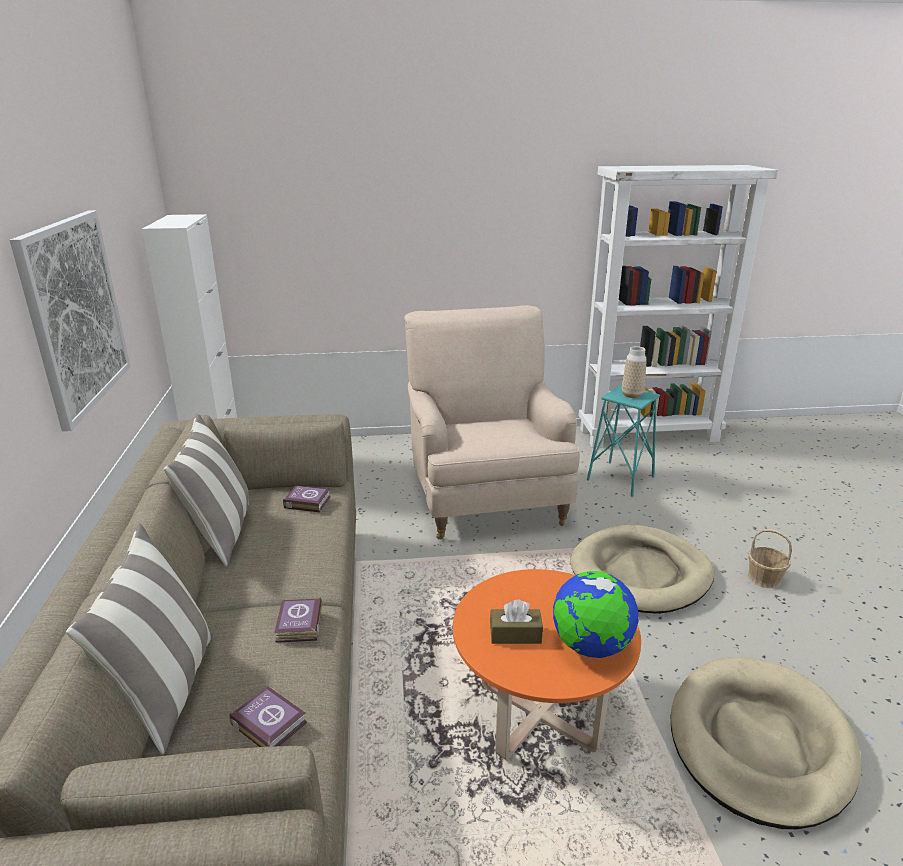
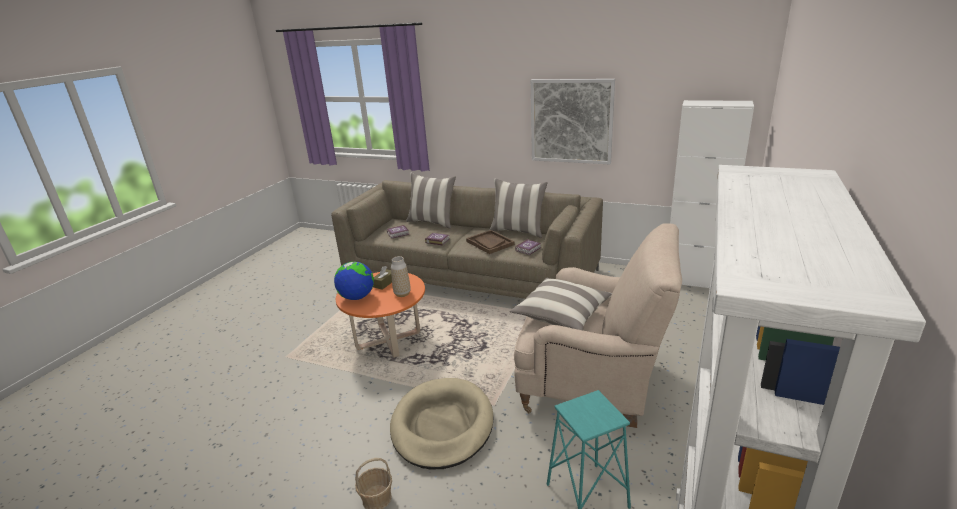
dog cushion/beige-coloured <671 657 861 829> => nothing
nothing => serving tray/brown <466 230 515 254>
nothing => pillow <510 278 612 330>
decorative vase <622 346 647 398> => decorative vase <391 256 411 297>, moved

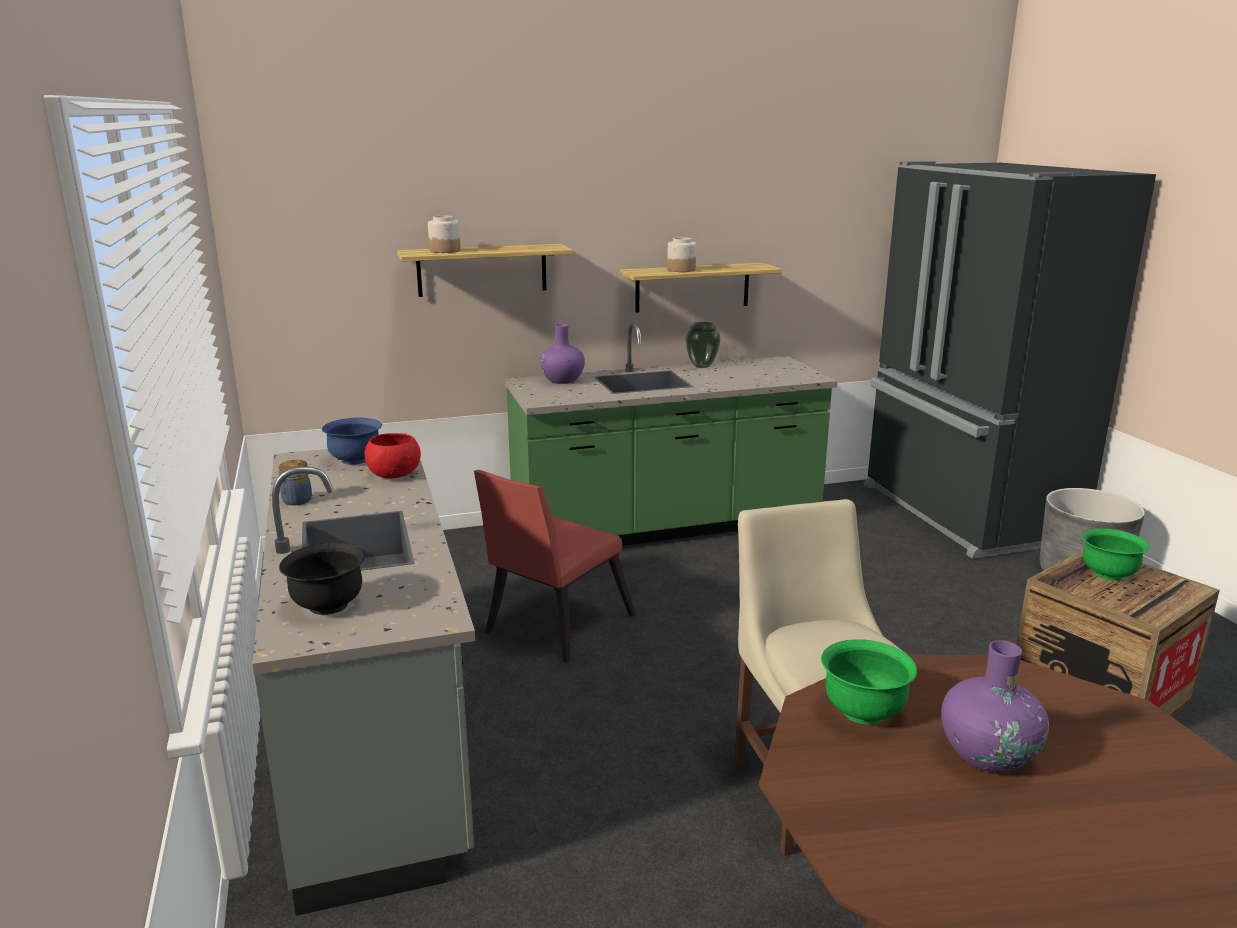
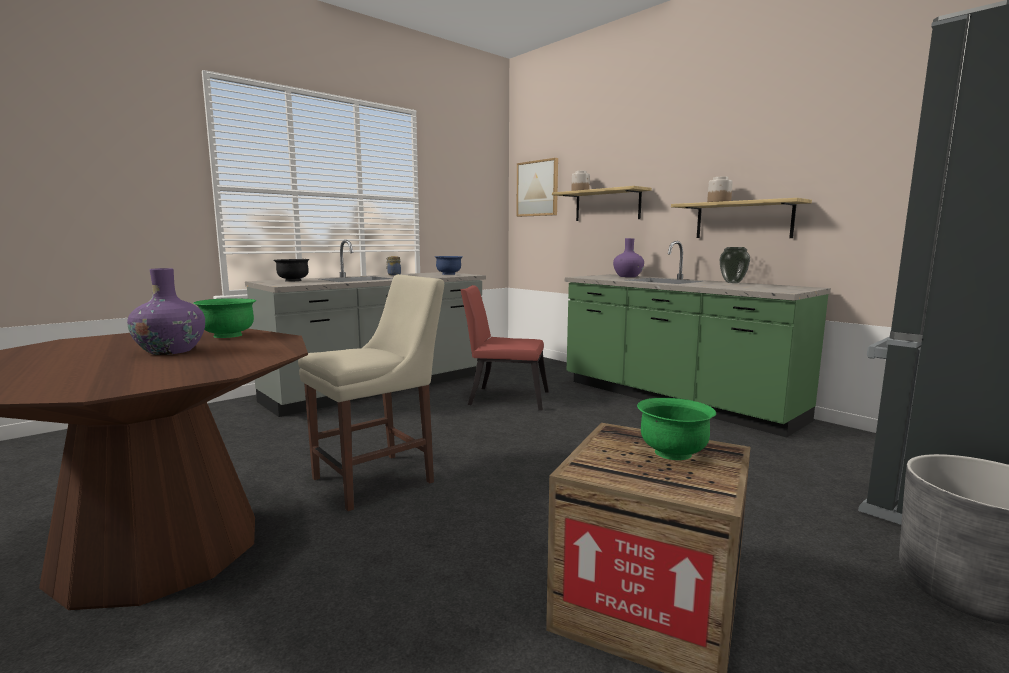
bowl/red <364 433 421 479> => nothing
nothing => wall art <516 158 558 217>

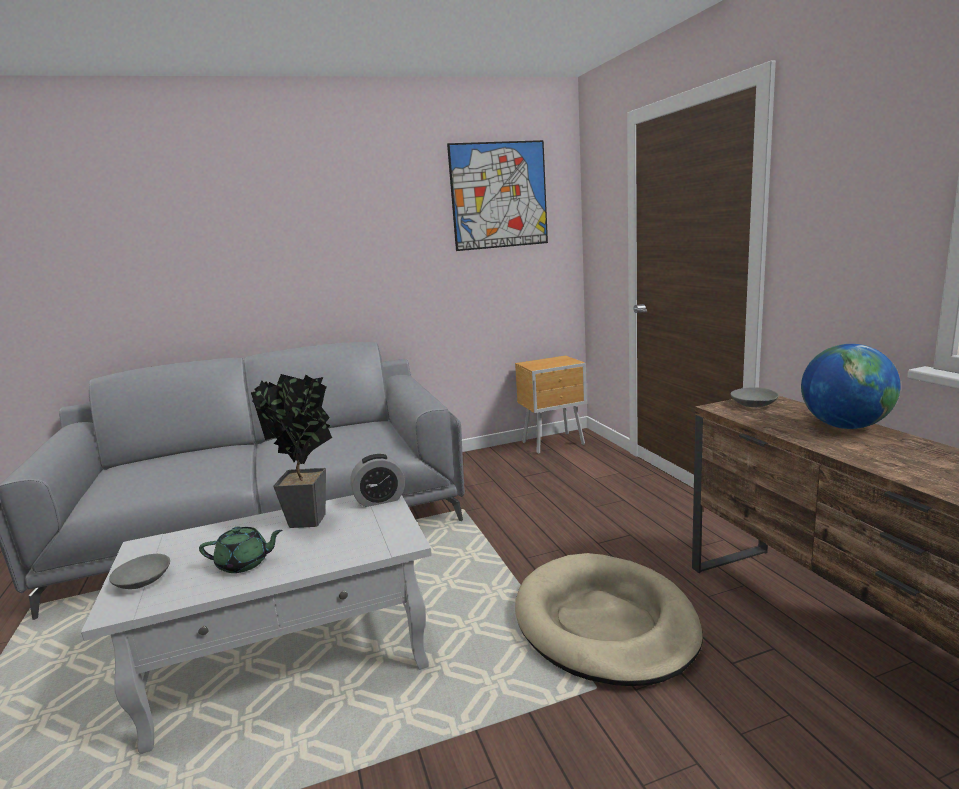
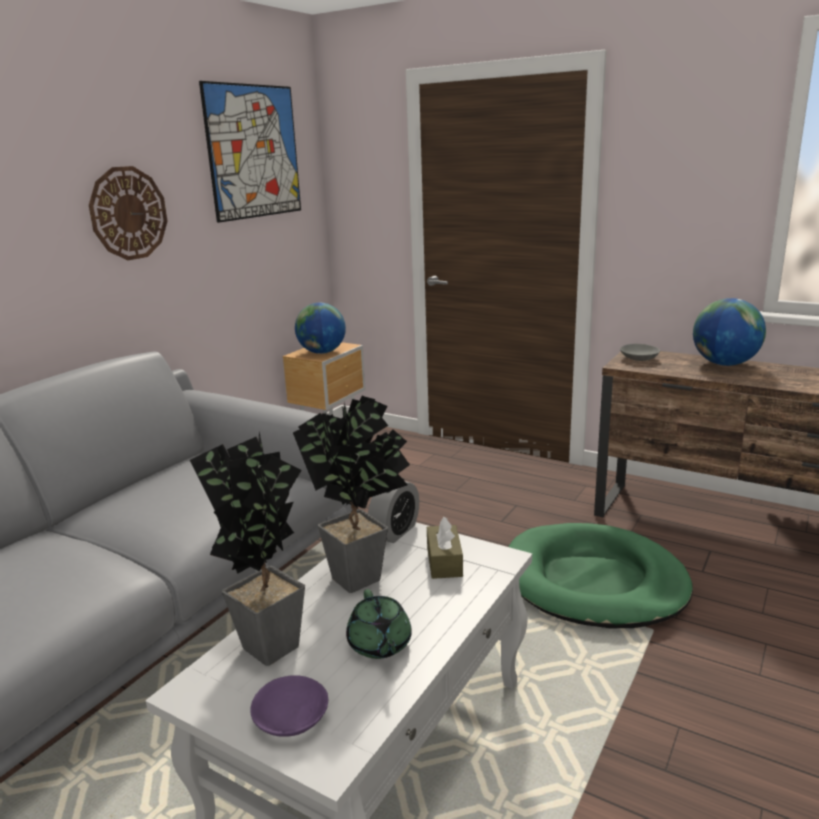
nothing => clock on the wall <89 166 167 260>
nothing => potted plant <190 433 305 666>
nothing => desk globe <295 303 346 354>
nothing => box of tissues/brown <427 517 463 579>
bowl/gray <109 554 170 589> => bowl/purple-coloured <250 675 328 737>
dog cushion/beige-coloured <515 553 703 686> => dog cushion/green <508 523 693 628>
teapot/green <199 526 282 573> => teapot/green <346 589 412 659>, 120 degrees clockwise

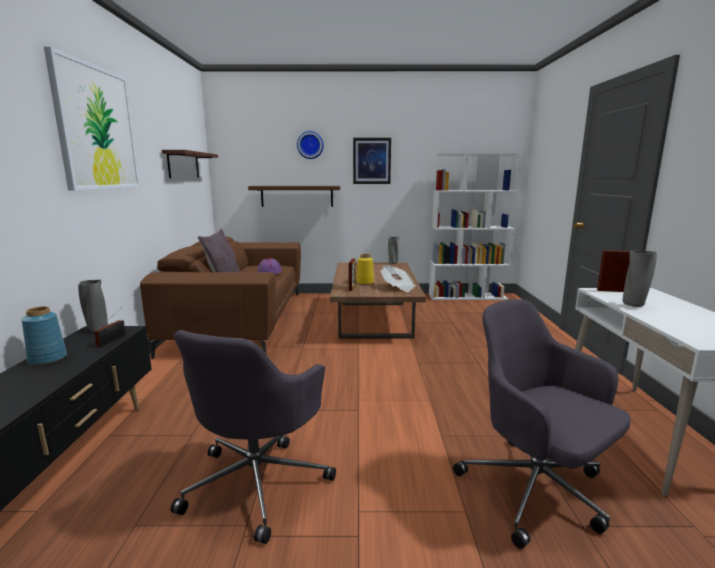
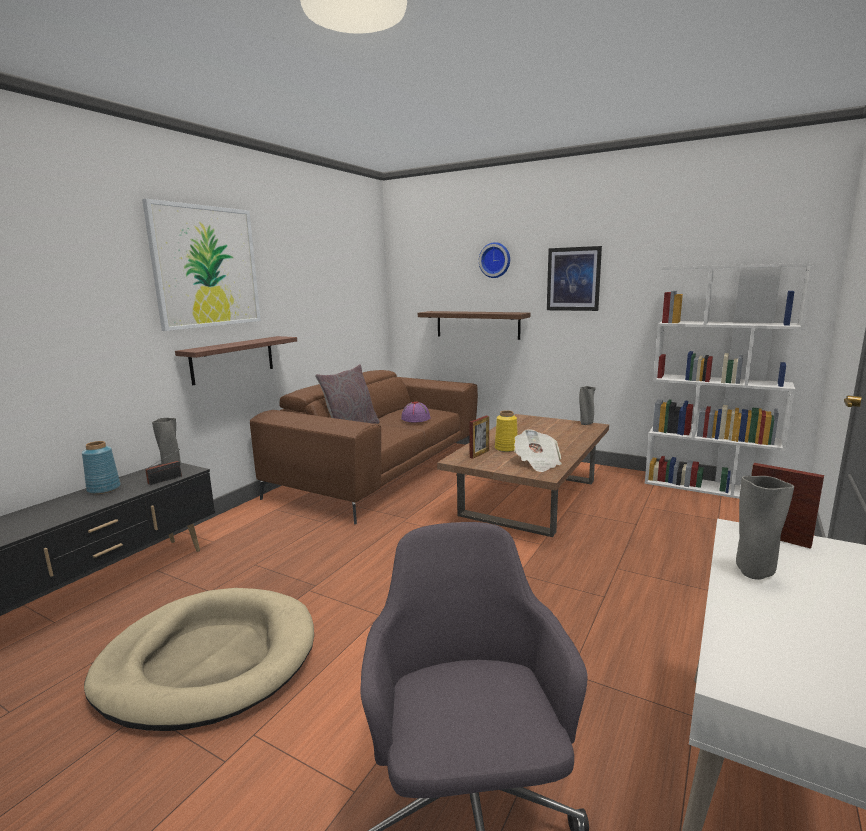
shelf <162 150 218 178> => shelf <175 336 297 385>, moved
office chair/gray <171 330 336 544> => dog cushion/beige-coloured <84 588 314 731>

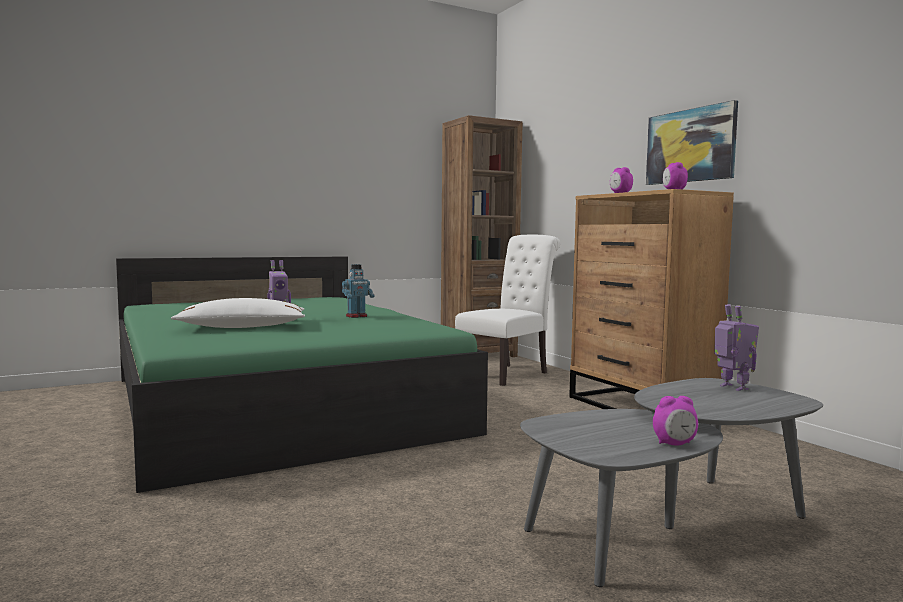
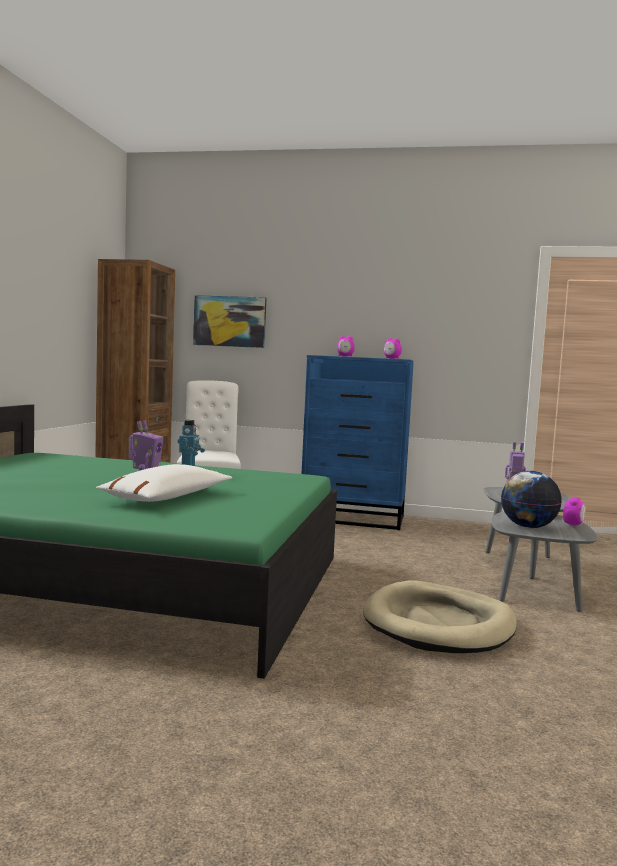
nothing => dog cushion/beige-coloured <363 581 517 653>
nothing => desk globe <501 471 562 528>
wall art <646 100 738 185> => wall art <193 295 266 348>, moved
chest of drawers/brown <569 189 734 409> => chest of drawers/bluish <302 355 413 530>

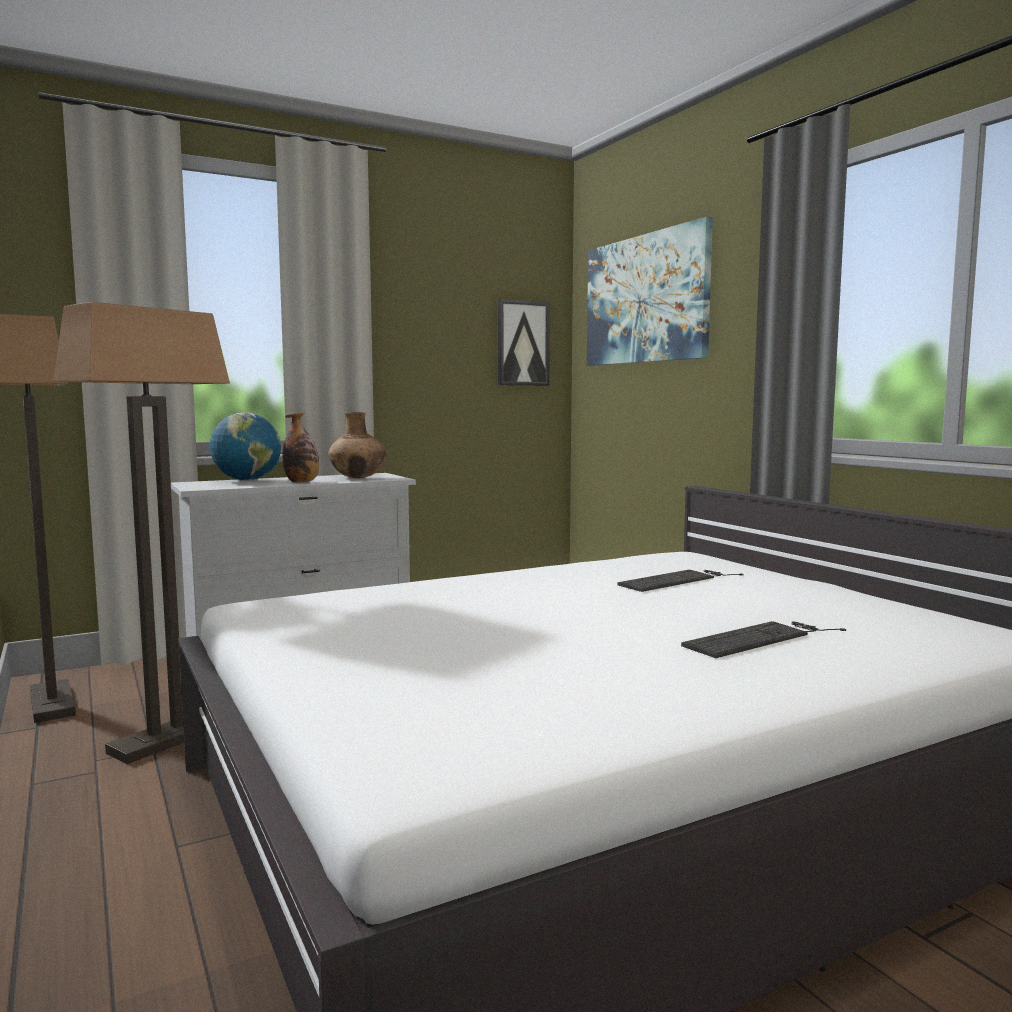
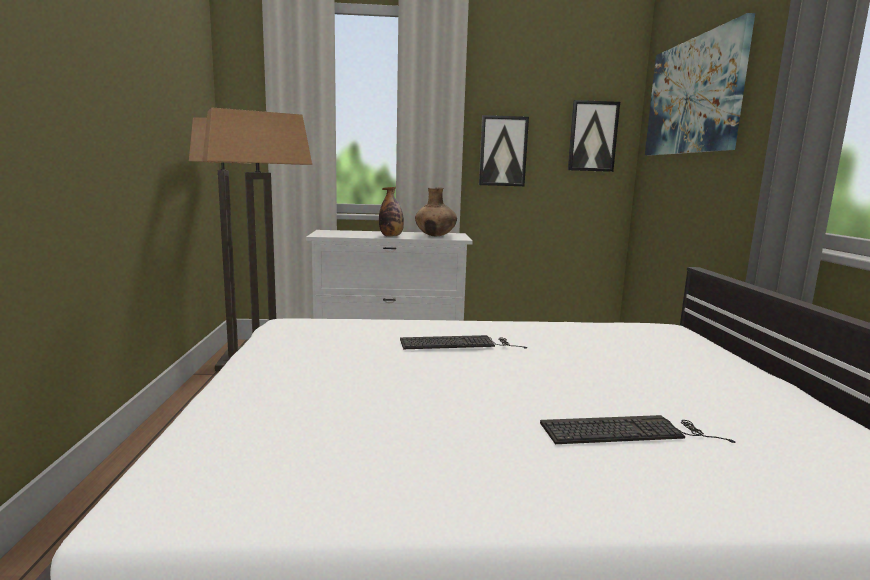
desk globe <210 412 281 481> => nothing
nothing => wall art <479 115 529 186>
computer keyboard <617 570 744 592> => computer keyboard <400 335 527 349>, moved

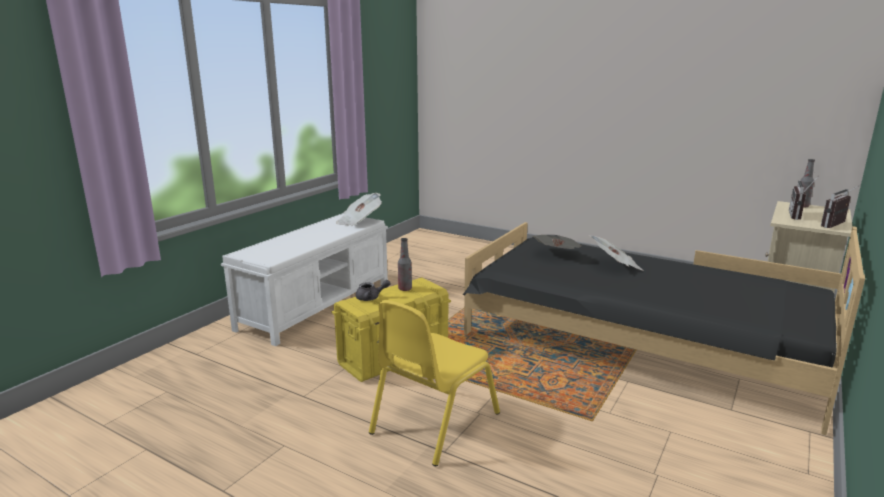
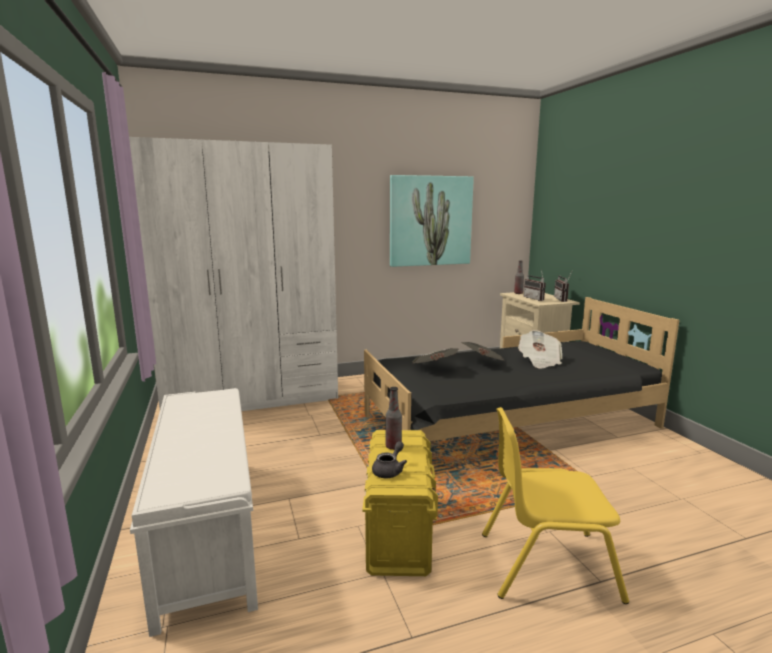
nothing => clothes cupboard/whitish <129 137 338 411>
nothing => wall art <390 175 474 267>
printed paper <336 193 382 226> => printed paper <518 330 562 368>, moved
plain chair/yellow <369 300 500 466> => plain chair/yellow <482 407 629 604>, 105 degrees clockwise

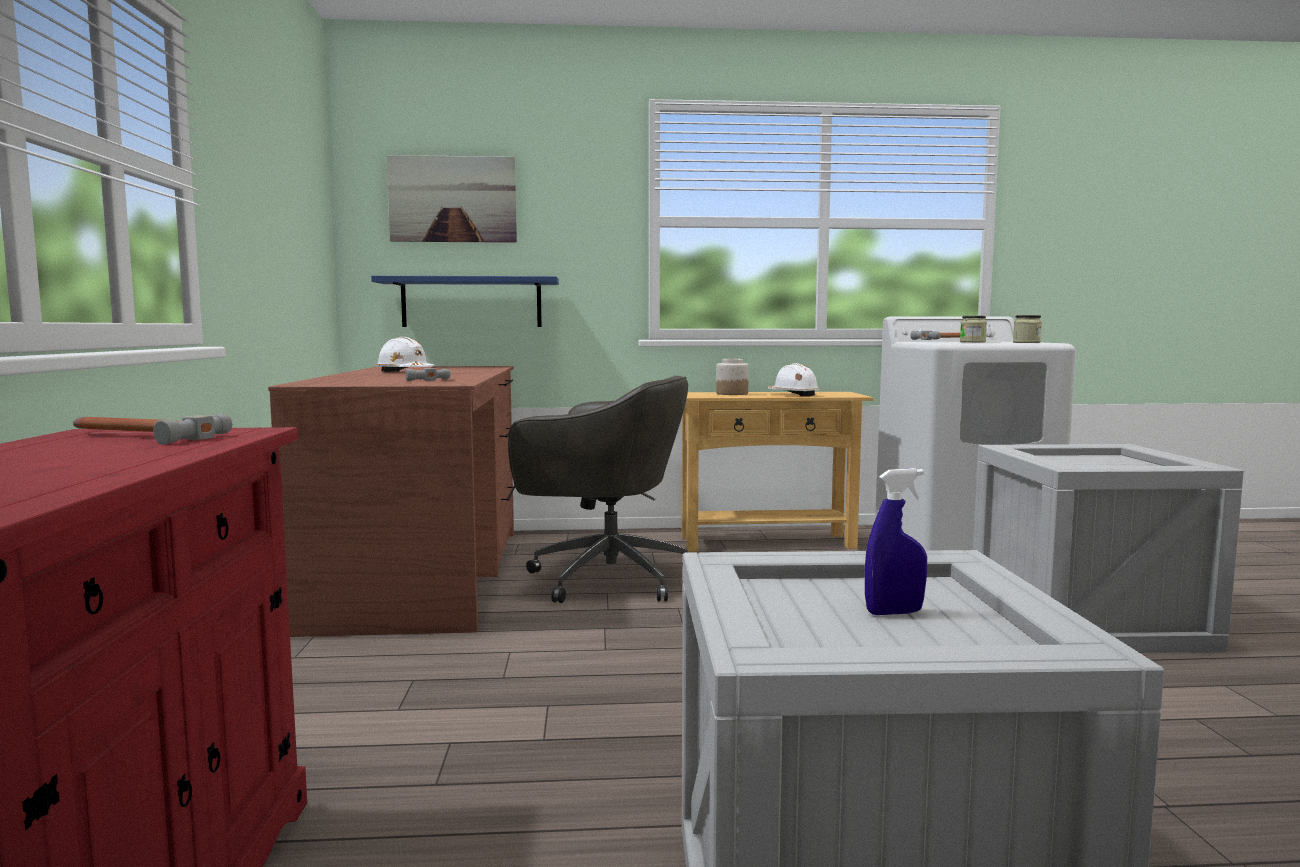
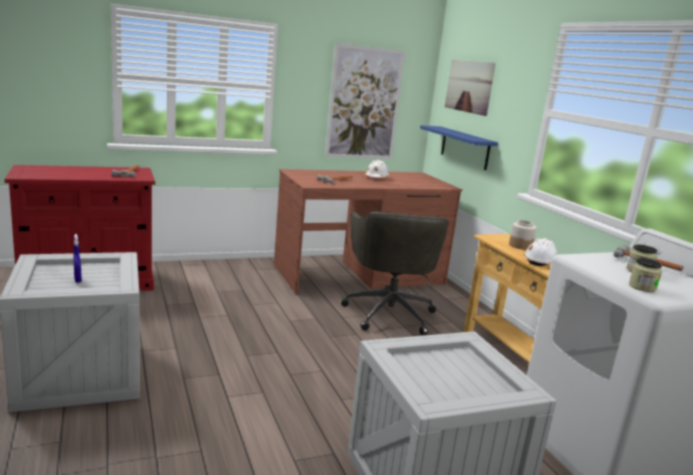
nothing => wall art <325 43 405 159>

